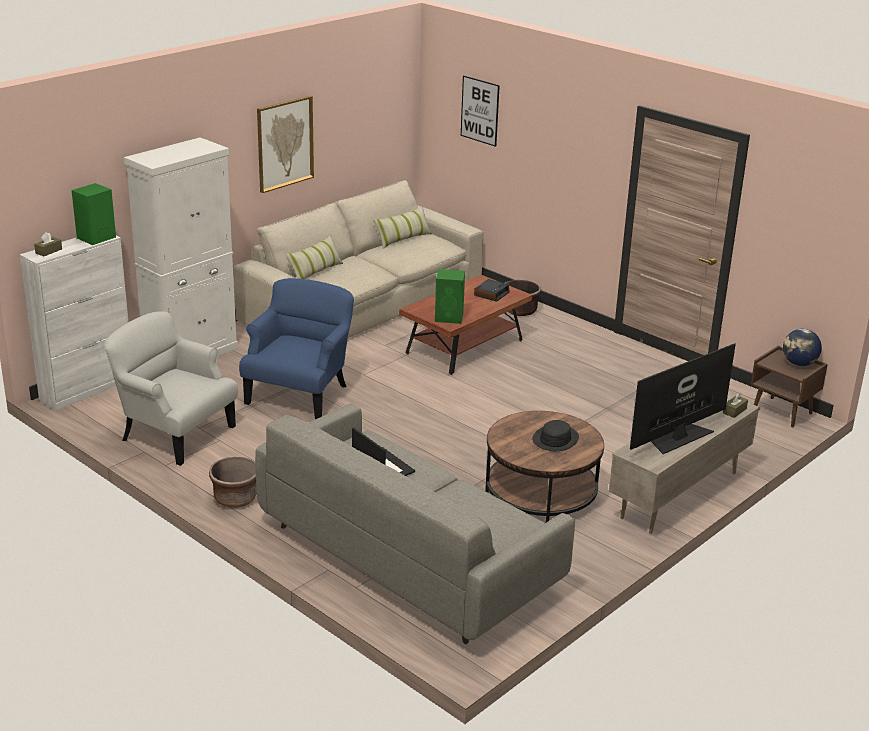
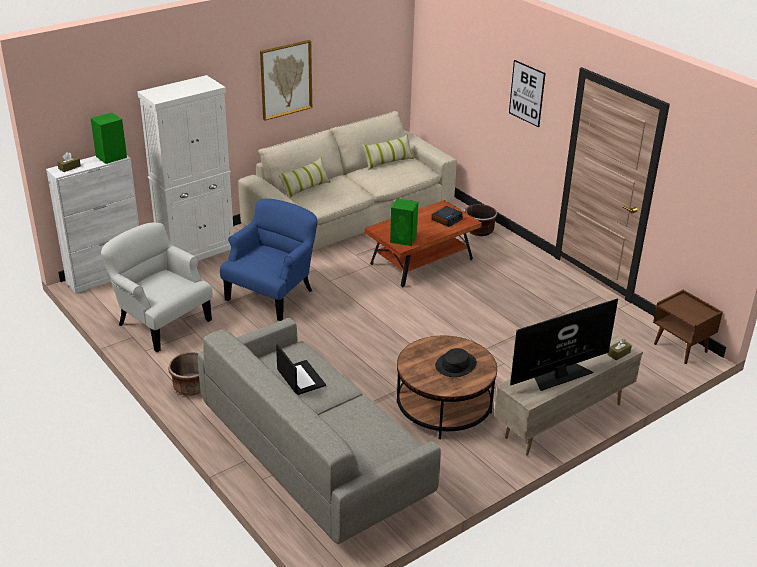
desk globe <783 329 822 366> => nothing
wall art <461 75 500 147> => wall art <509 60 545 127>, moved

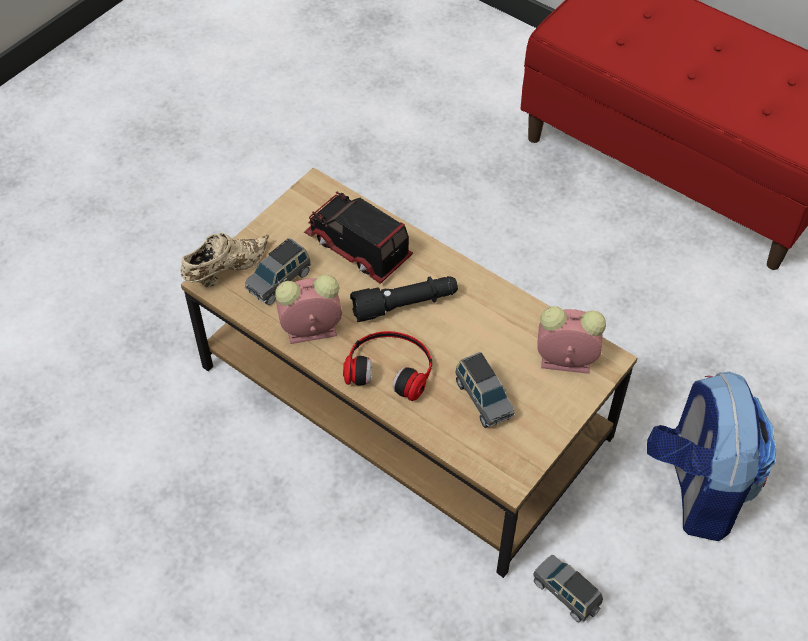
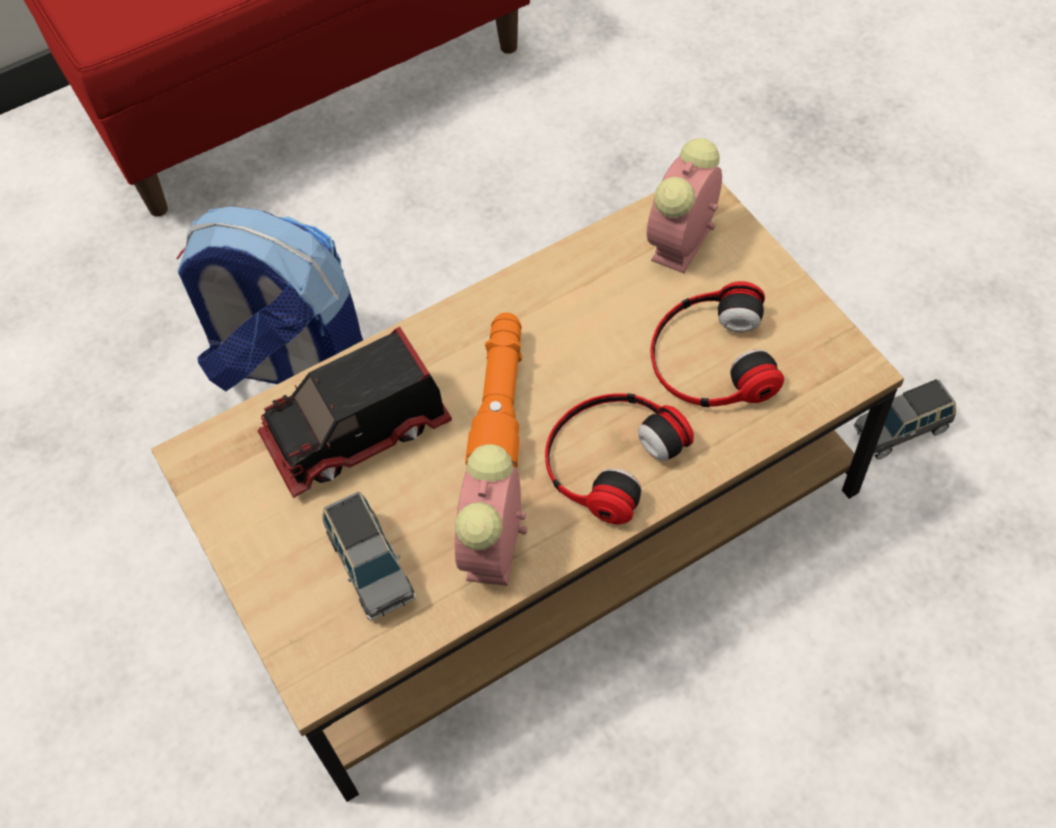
item of footwear/beige-coloured <181 233 269 288> => nothing
knapsack <647 372 776 541> => knapsack <176 206 363 391>, moved
miniature car/gray <455 352 515 428> => pair of headphones <651 281 784 407>
hand torch/black <350 276 458 322> => hand torch/orangey <465 313 522 468>

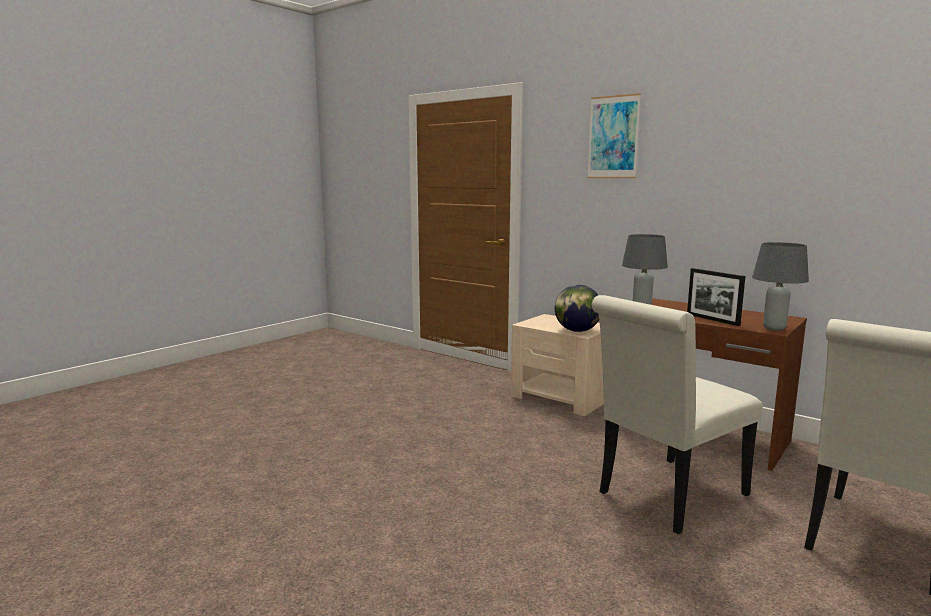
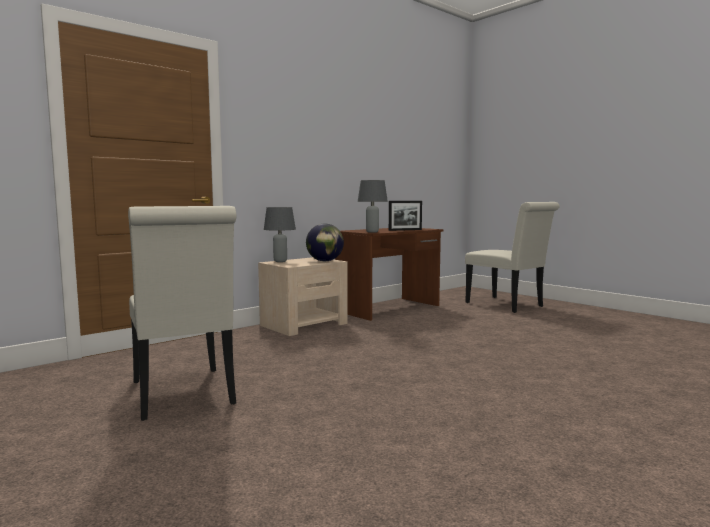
wall art <587 93 641 178> => nothing
plain chair/whitish <591 295 763 534> => plain chair/whitish <128 206 237 421>, moved
table lamp/gray <752 242 809 331> => table lamp/gray <264 207 296 262>, moved

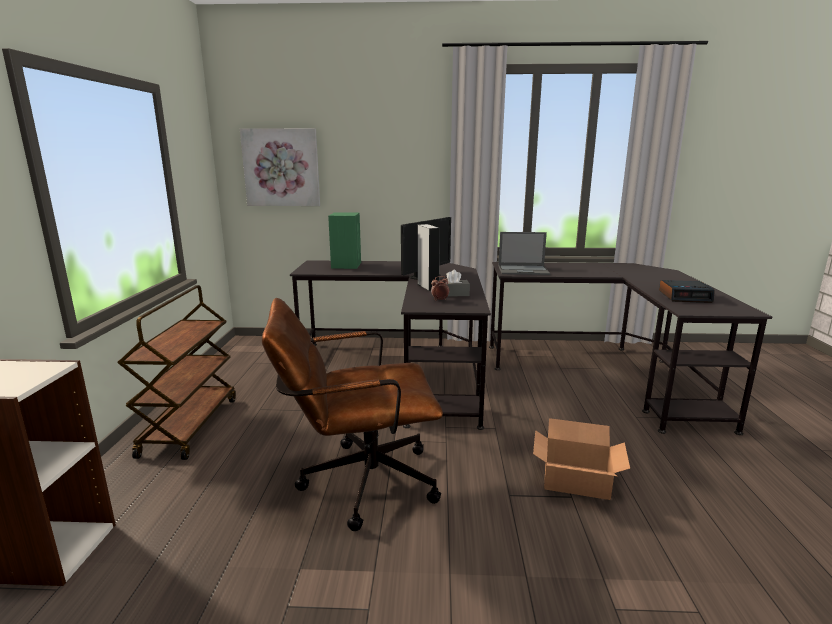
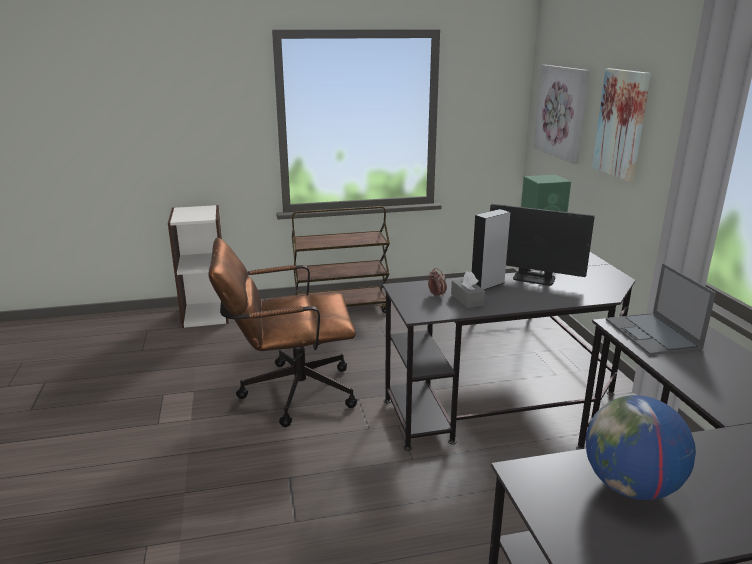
packing box <533 418 630 500> => nothing
nothing => wall art <592 68 651 182>
alarm clock <659 280 715 303> => desk globe <586 395 696 500>
office chair/brown <262 298 443 531> => office chair/brown <208 238 357 427>, 75 degrees counterclockwise

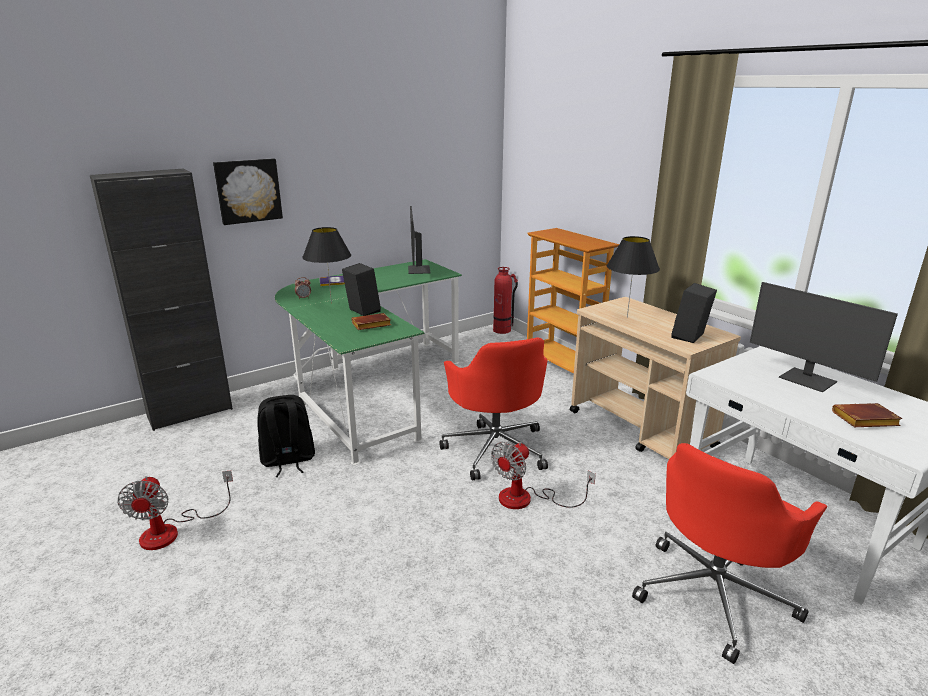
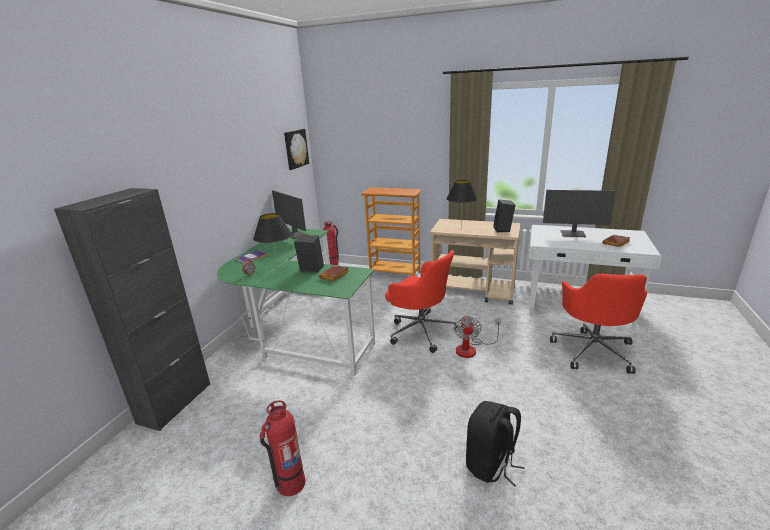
wall art <213 158 283 225> => wall art <284 129 309 170>, moved
knapsack/black <257 395 315 477> => knapsack/black <466 401 524 487>, moved
fan <118 471 233 550> => fire-fighting cylinder <260 401 305 496>

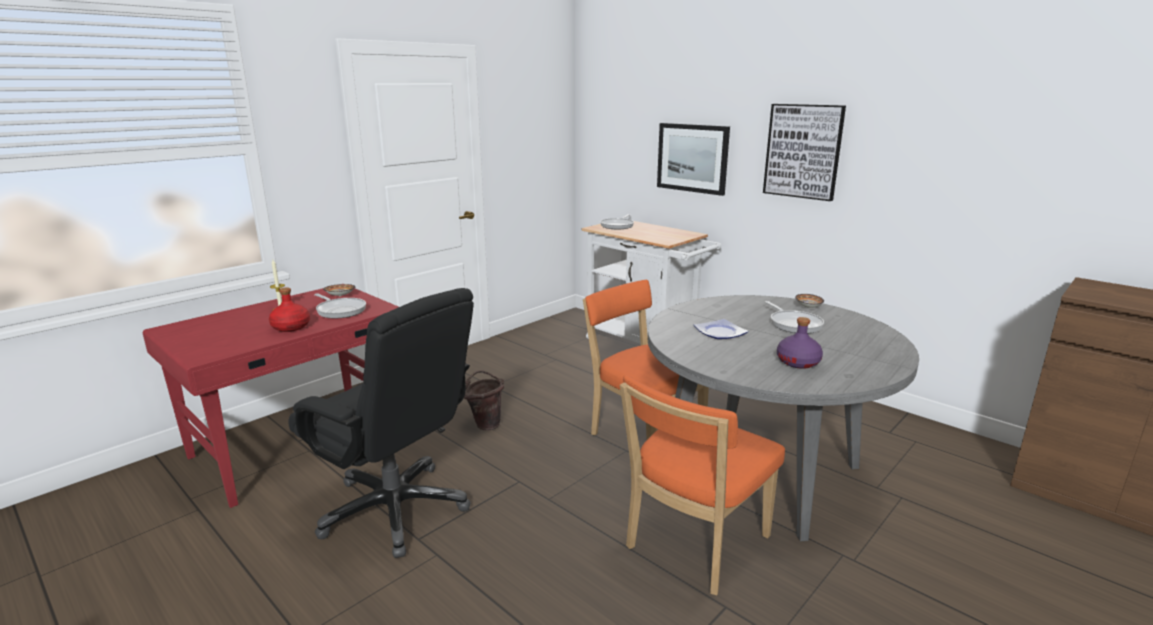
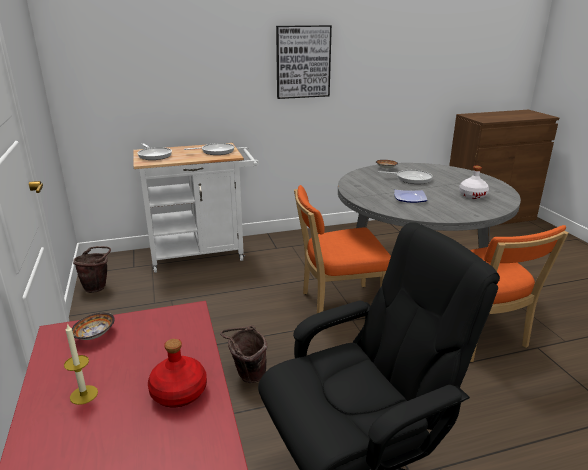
wall art <657 123 730 196> => nothing
nothing => bucket/brown <73 246 111 293>
skillet <314 293 366 318> => skillet <184 143 234 155>, moved
drink bottle/purple-coloured <777 317 823 369> => drink bottle/whitish <459 166 489 199>

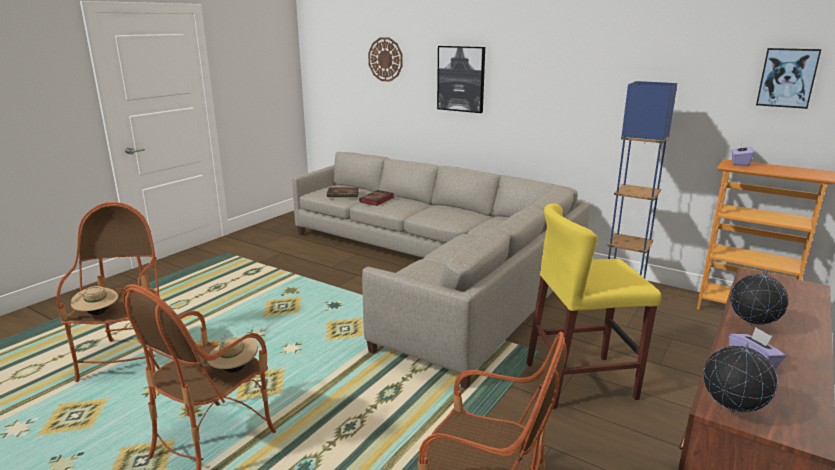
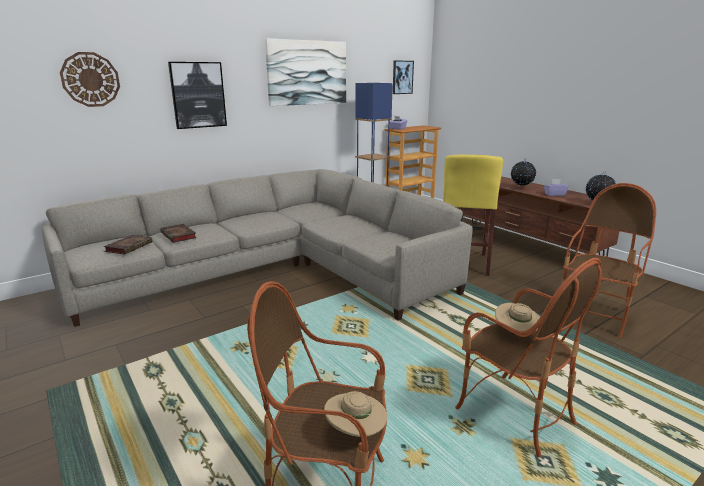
nothing => wall art <265 38 346 106>

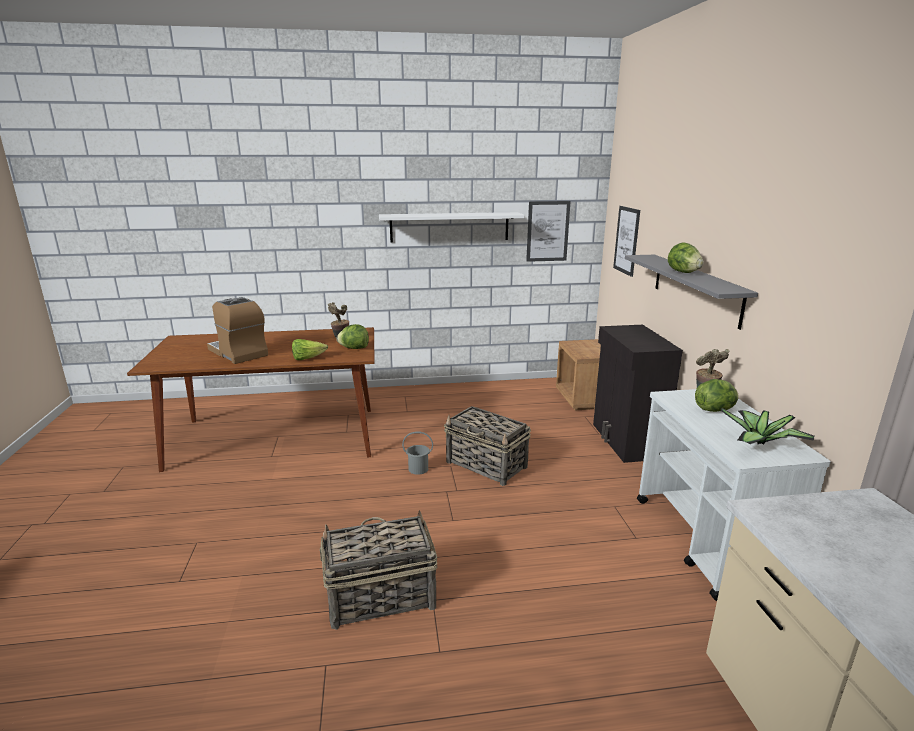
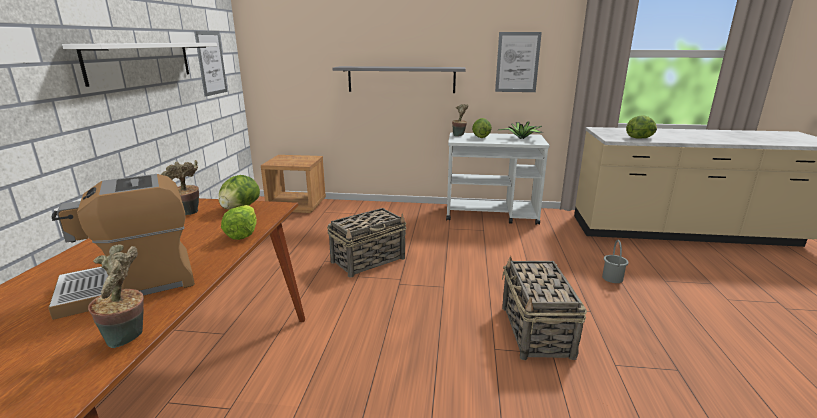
storage cabinet/black <593 325 683 463> => nothing
nothing => potted plant <88 244 144 348>
bucket/gray <402 432 433 475> => bucket/gray <602 240 629 283>, moved
wall art <613 206 640 277> => wall art <495 32 542 92>, moved
head of lettuce <668 242 704 273> => head of lettuce <626 115 657 139>, moved

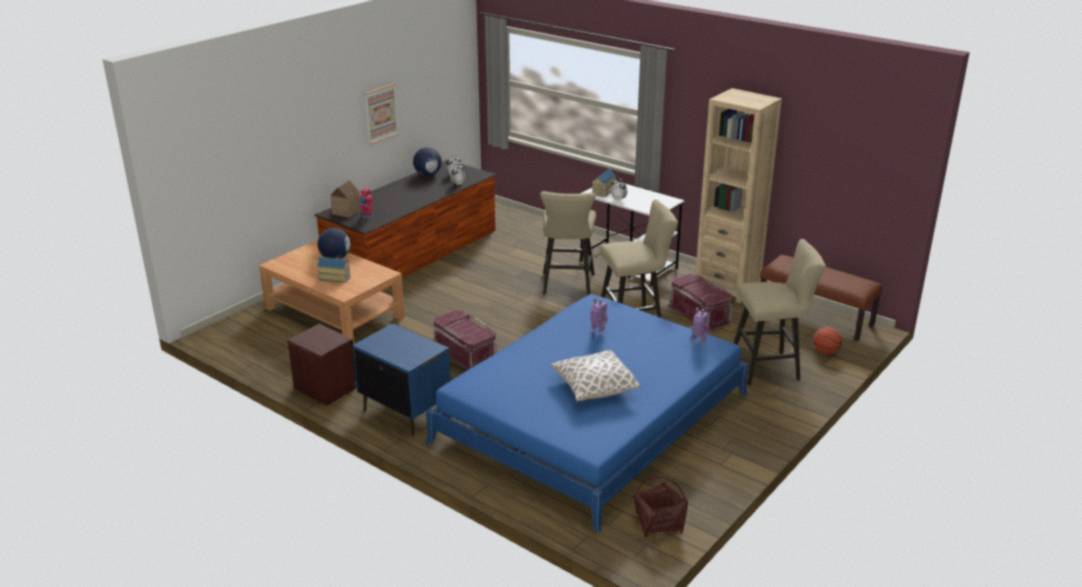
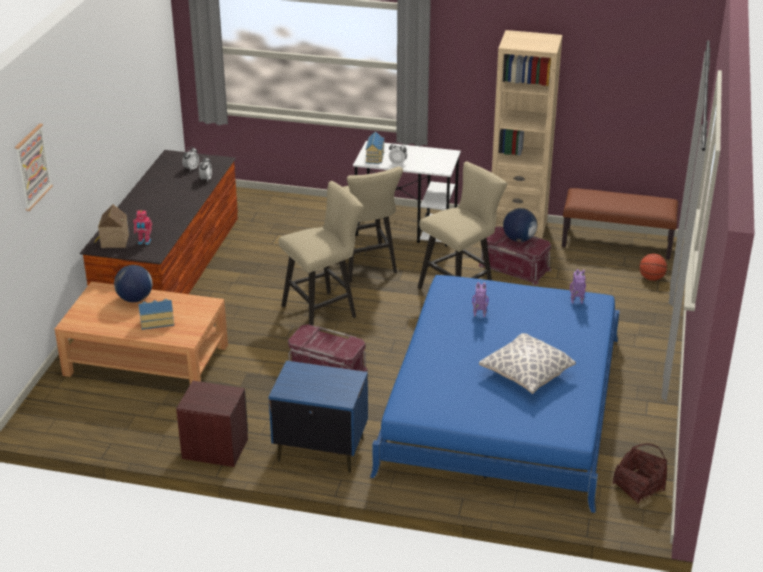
wall art <365 84 399 145> => wall art <15 124 53 211>, moved
desk globe <413 147 442 176> => desk globe <503 208 537 242>, moved
stool seat/beige-coloured <734 239 826 386> => stool seat/beige-coloured <278 181 364 326>, moved

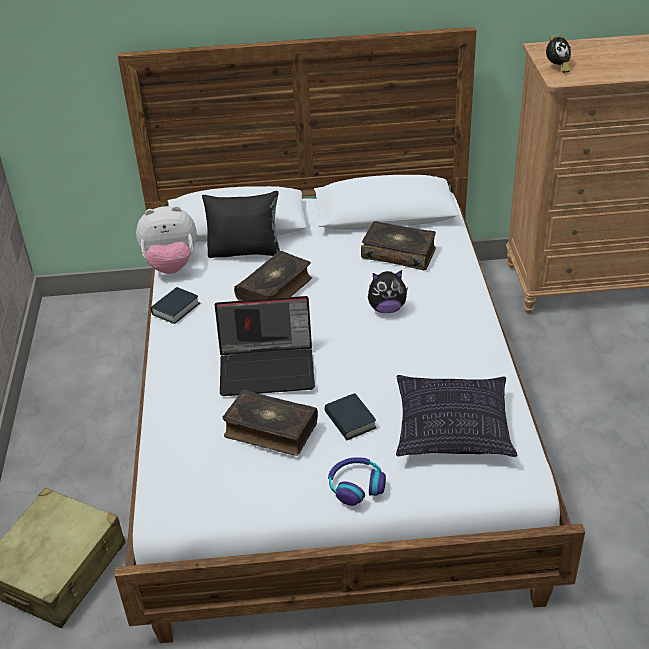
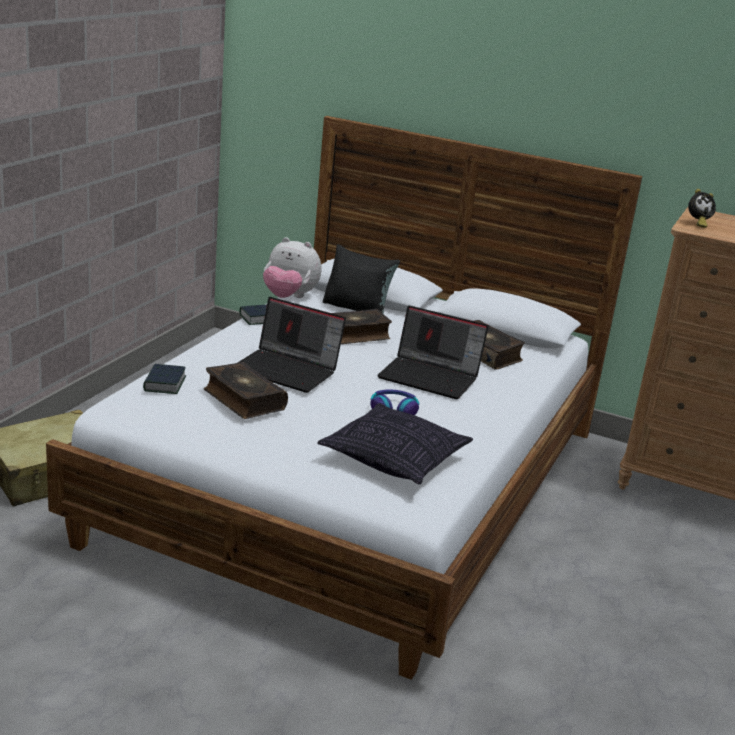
book <324 393 377 440> => book <143 364 186 394>, moved
pair of headphones <328 457 386 506> => pair of headphones <370 389 419 415>, moved
cuddly toy <368 270 408 313> => notebook computer <377 305 489 399>

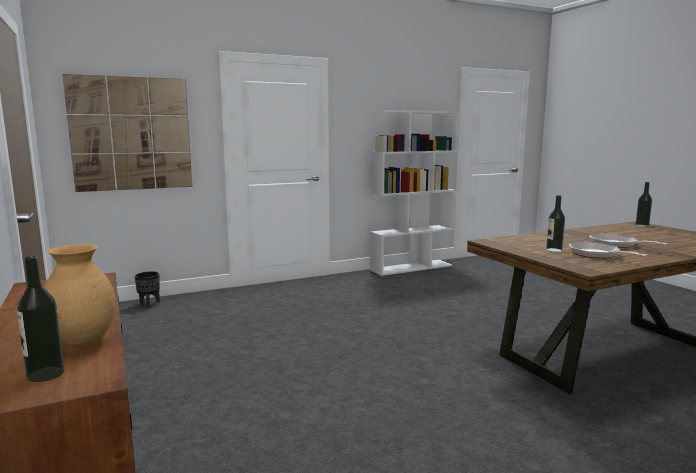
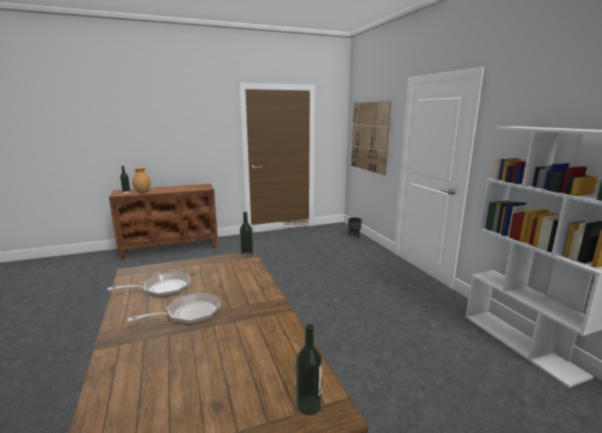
drink bottle <546 195 565 252> => drink bottle <240 212 253 257>, moved

